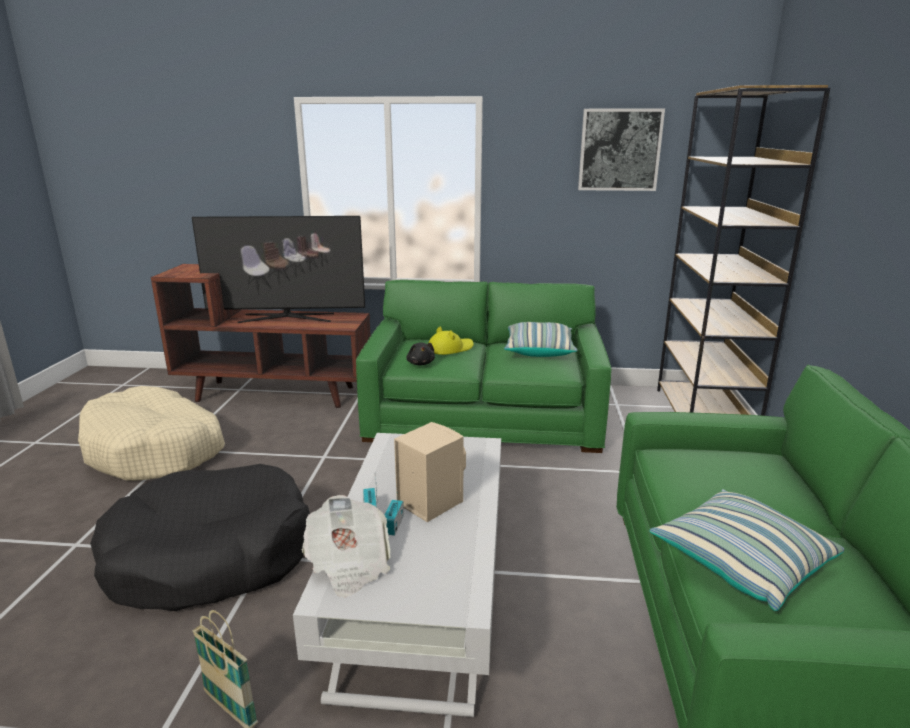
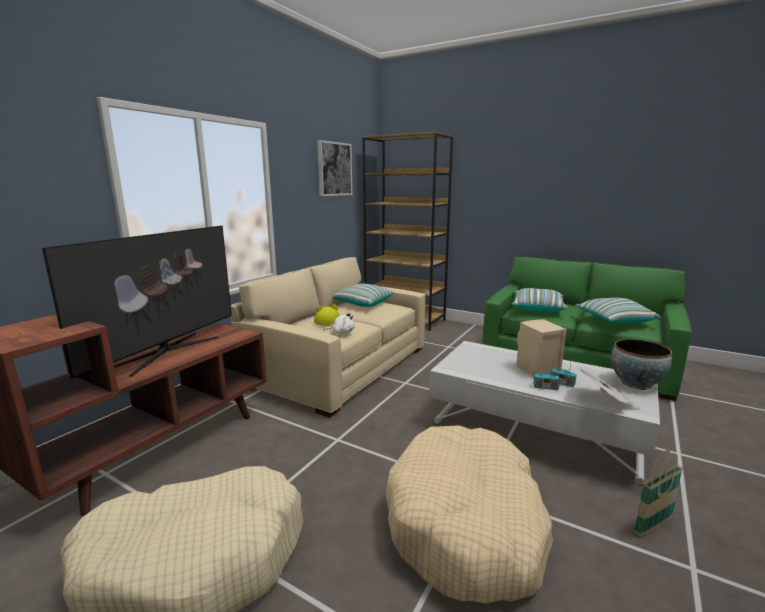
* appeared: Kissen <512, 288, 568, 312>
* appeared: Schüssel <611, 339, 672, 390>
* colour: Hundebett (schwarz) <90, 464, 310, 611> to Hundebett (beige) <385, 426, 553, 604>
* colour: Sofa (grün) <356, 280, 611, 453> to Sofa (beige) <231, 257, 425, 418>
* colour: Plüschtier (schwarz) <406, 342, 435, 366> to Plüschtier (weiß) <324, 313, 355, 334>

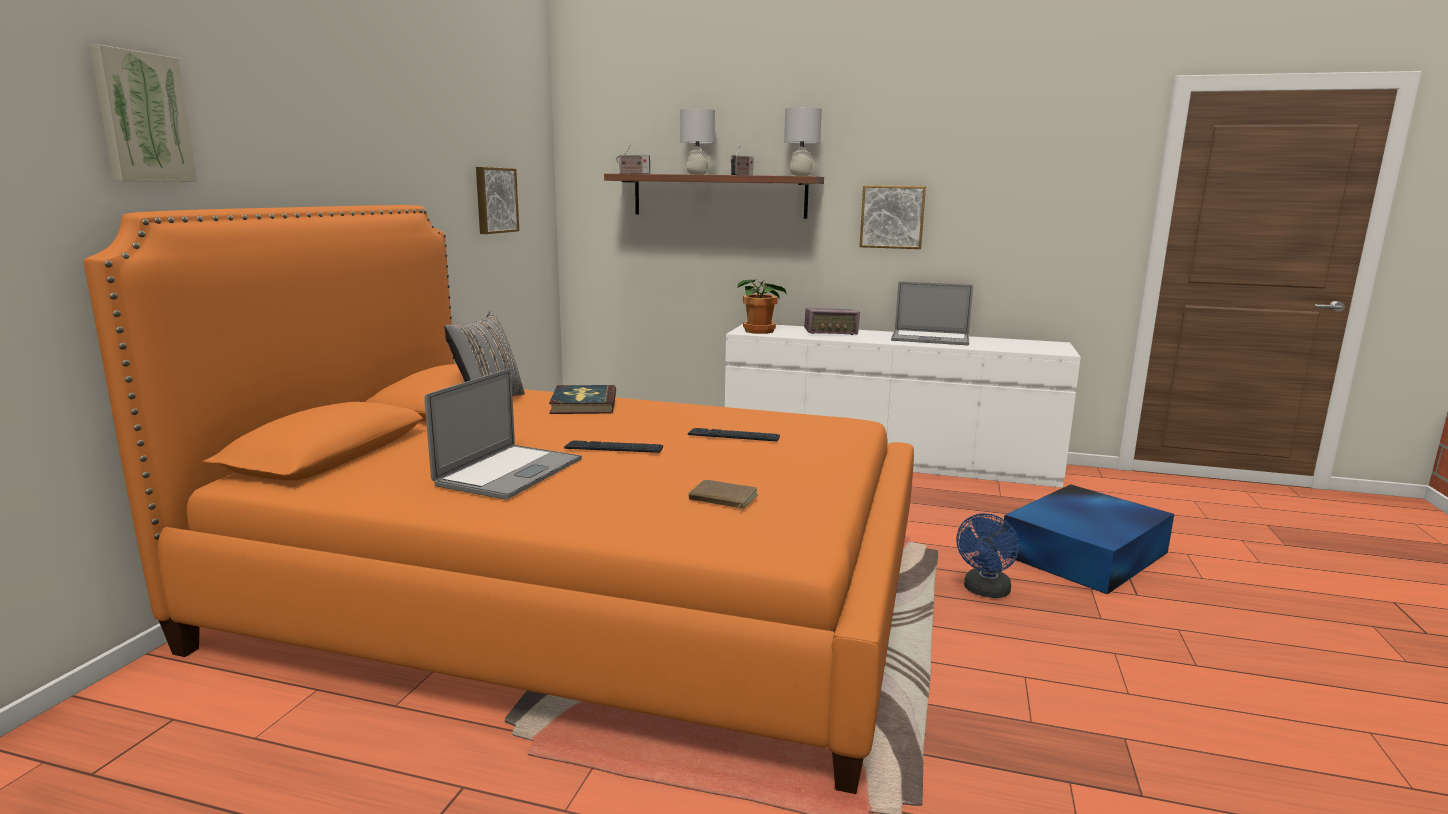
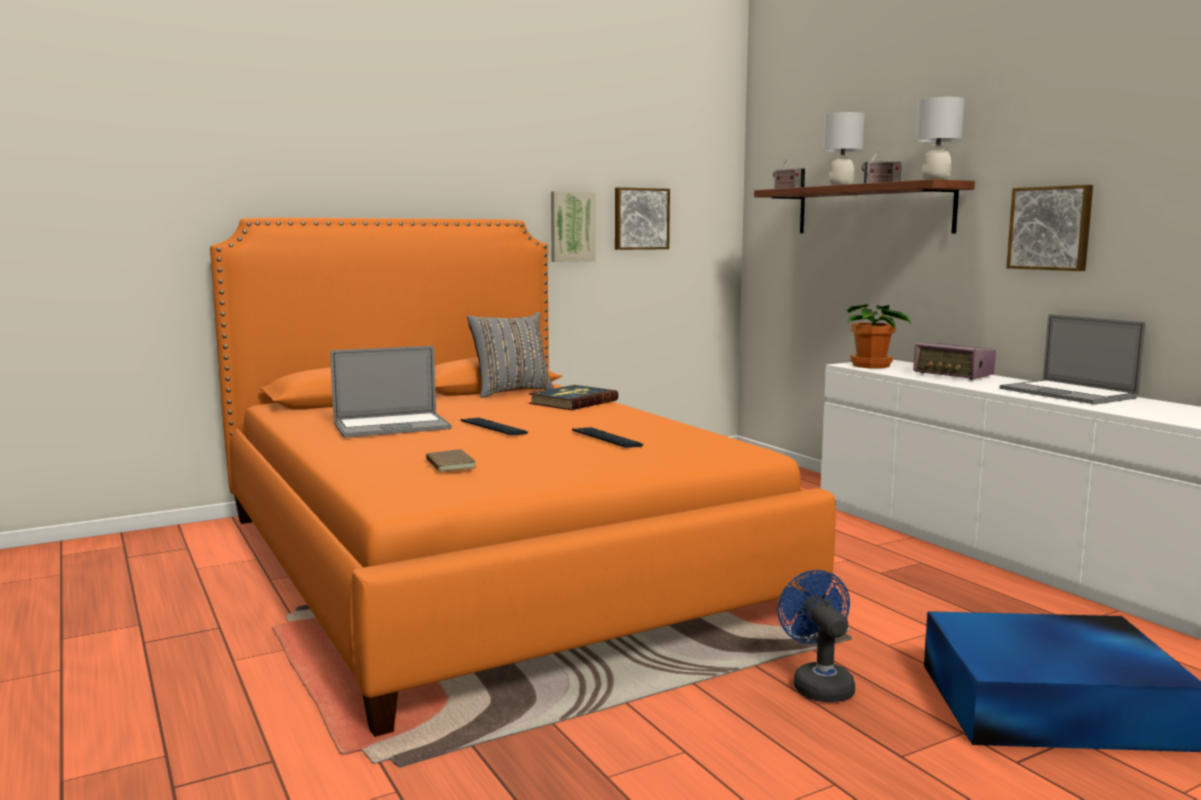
* relocated: Bild <89, 45, 197, 182> to <551, 191, 595, 262>
* spun: Ventilator (blau) <956, 513, 1019, 598> = <778, 570, 855, 702> 90 degrees clockwise

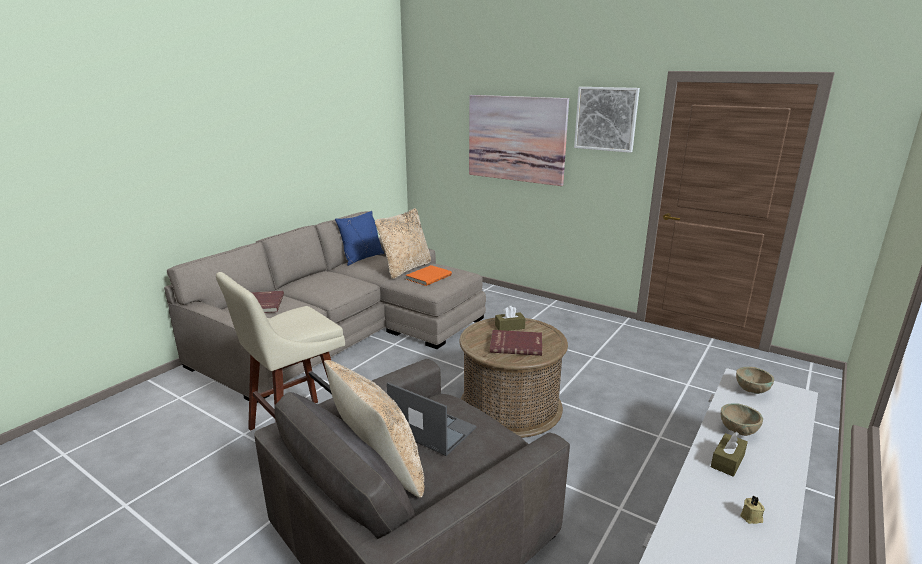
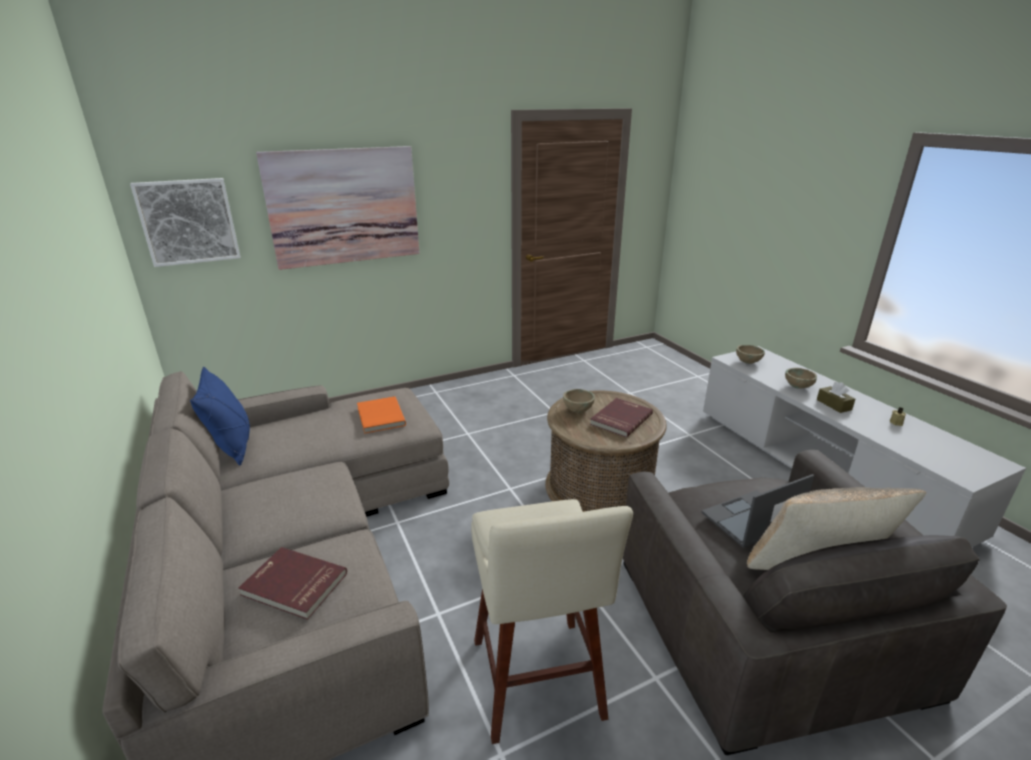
* missing: Kissen (beige) <375, 208, 431, 279>
* relocated: Bild <574, 87, 640, 153> to <130, 178, 241, 267>
* exchanged: Taschentuchbox (braun) <495, 306, 525, 331> to Schüssel (beige) <563, 389, 595, 413>

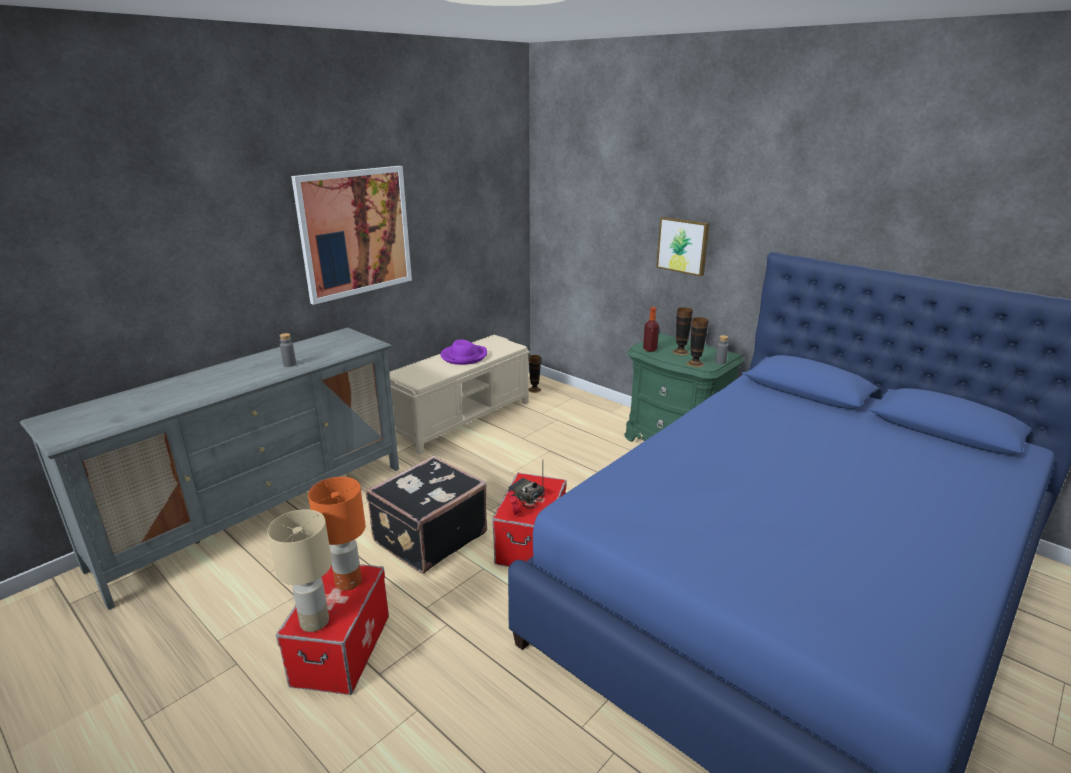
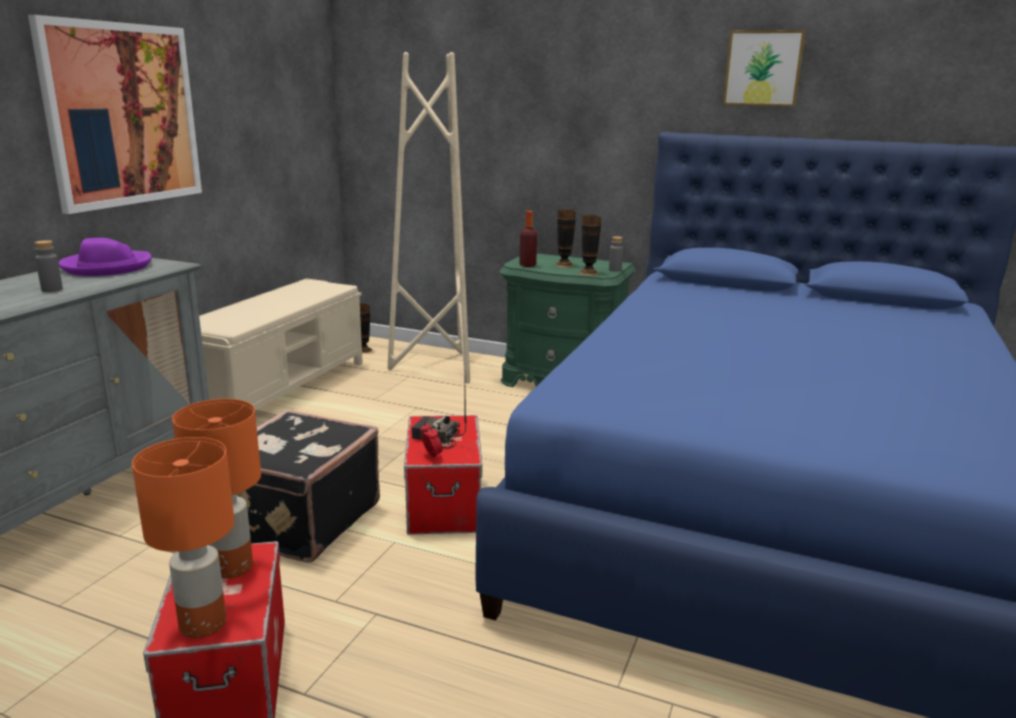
* appeared: Kleiderständer (beige) <387, 52, 470, 383>
* relocated: Hut (lila) <440, 339, 487, 365> to <58, 238, 152, 276>
* relocated: Bild <656, 217, 710, 276> to <723, 30, 806, 107>
* colour: Tischlampe (beige) <267, 509, 332, 632> to Tischlampe (orange) <132, 437, 234, 638>

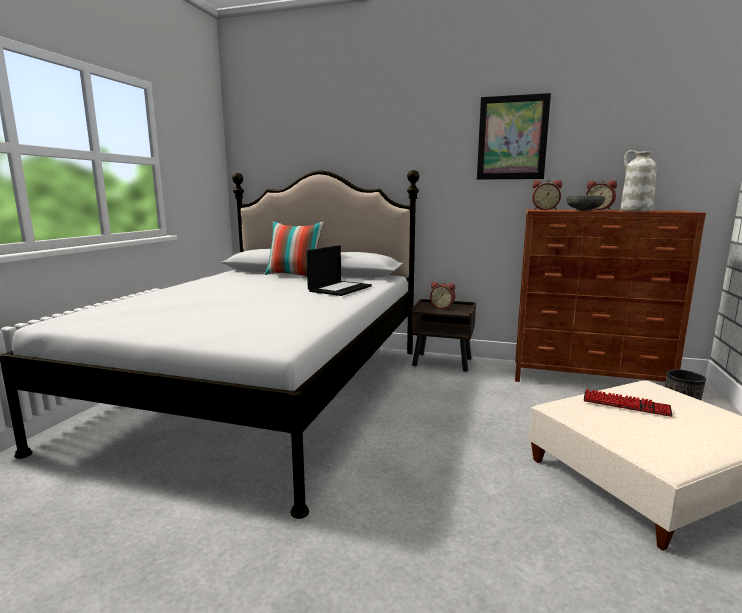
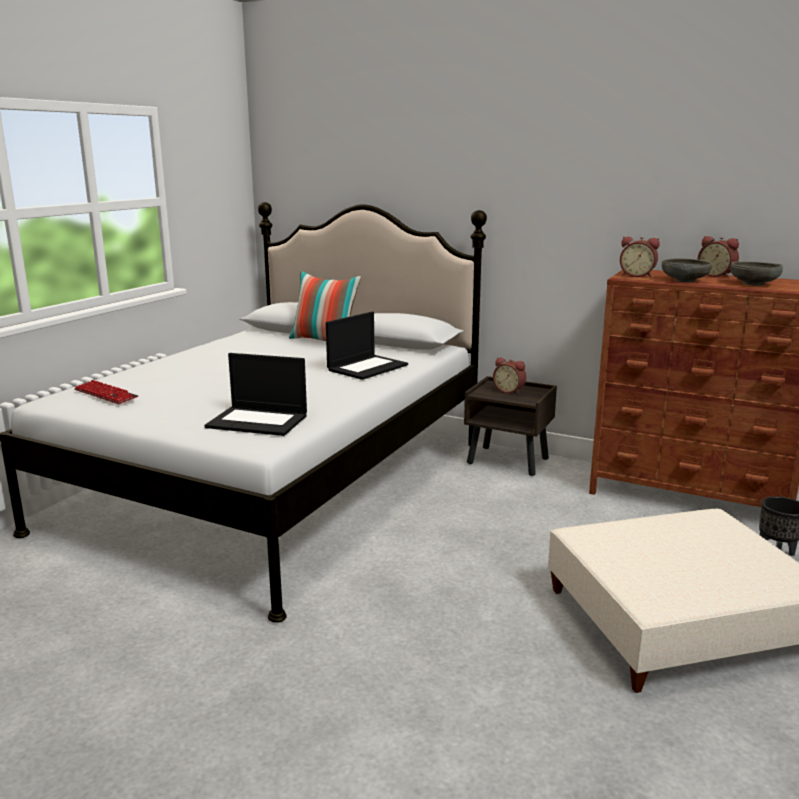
* missing: Bild <477, 93, 551, 180>
* appeared: Laptop <205, 353, 307, 436>
* relocated: Tastatur <584, 389, 673, 417> to <74, 380, 138, 404>
* exchanged: Vase (weiß) <620, 150, 656, 211> to Schüssel (grau) <730, 261, 783, 286>

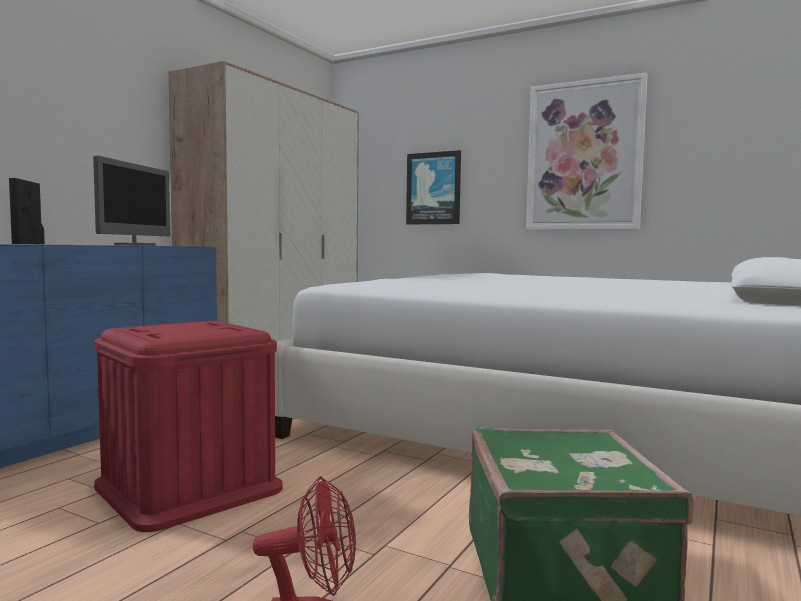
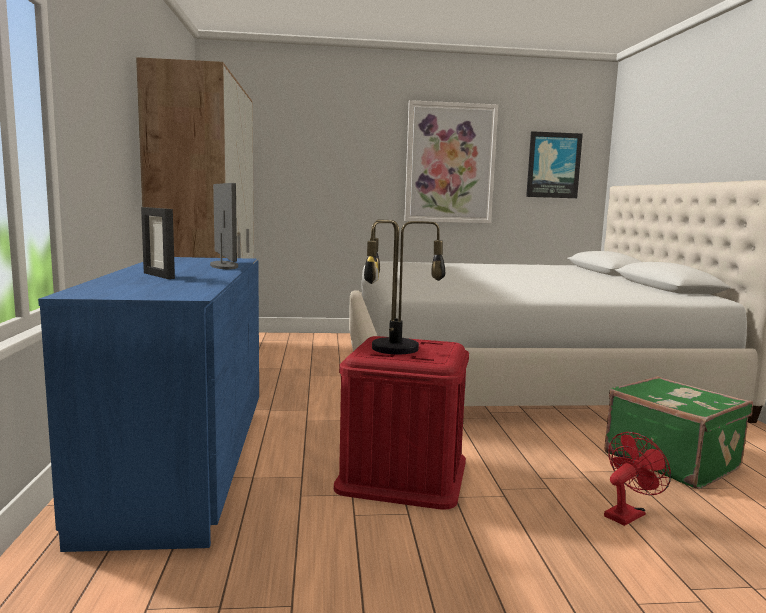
* appeared: Tischlampe <364, 220, 445, 354>
* relocated: Bild <406, 150, 461, 224> to <526, 131, 583, 198>

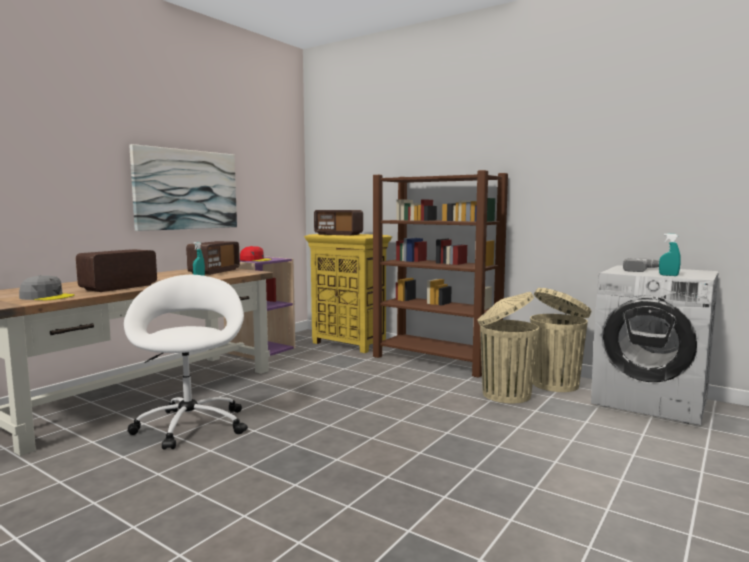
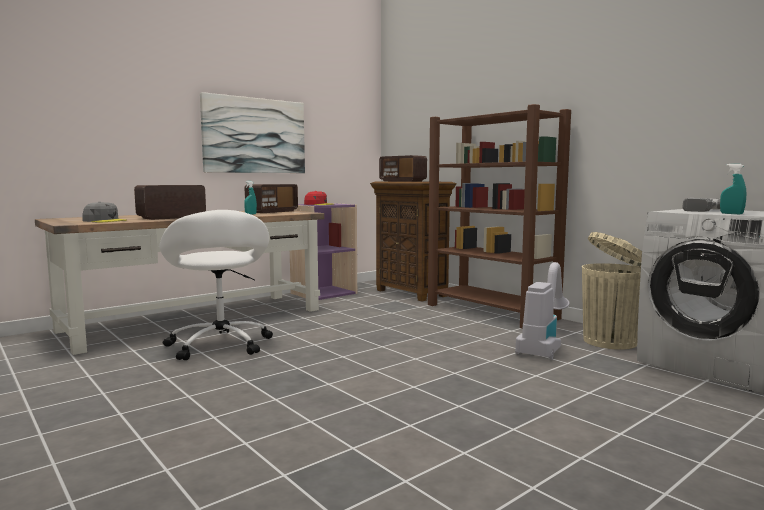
* exchanged: Mülleimer (beige) <477, 292, 539, 403> to Staubsauger <515, 262, 570, 360>
* colour: Schrank (gelb) <304, 234, 392, 353> to Schrank (braun) <370, 181, 457, 302>
* spun: Bürostuhl (weiß) <124, 275, 248, 450> = <159, 210, 273, 360> 150 degrees clockwise

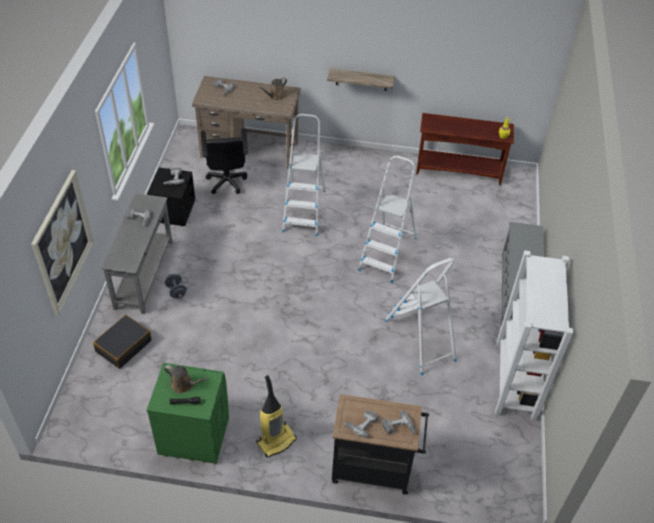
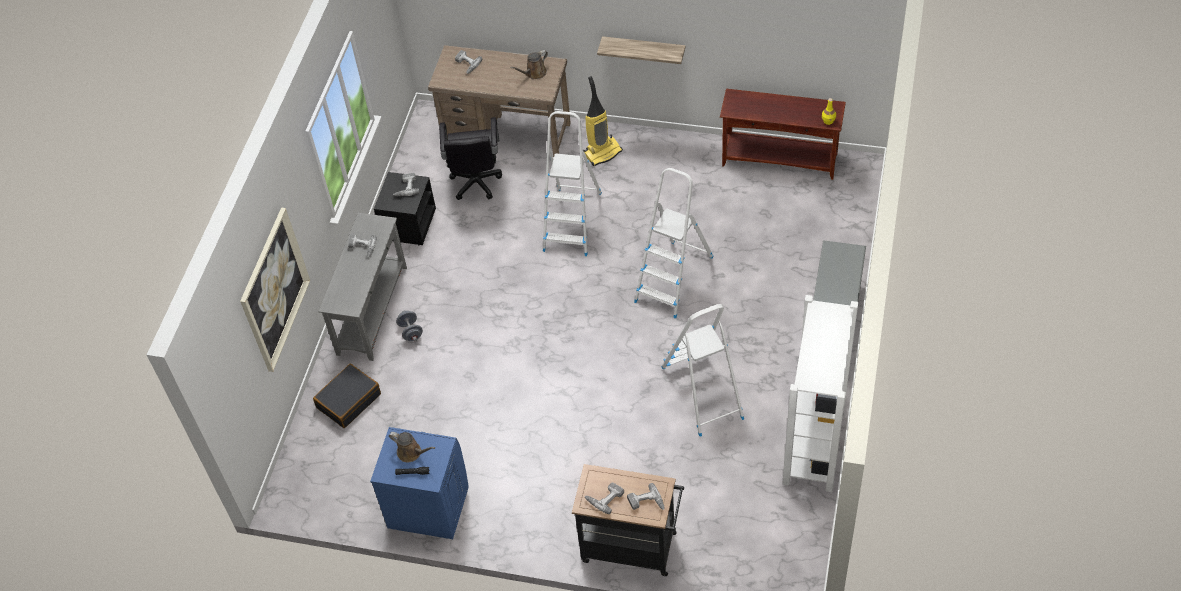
* relocated: Staubsauger <256, 375, 297, 457> to <583, 76, 623, 166>
* colour: Waschmaschine (grün) <147, 363, 229, 464> to Waschmaschine (blau) <370, 427, 469, 539>

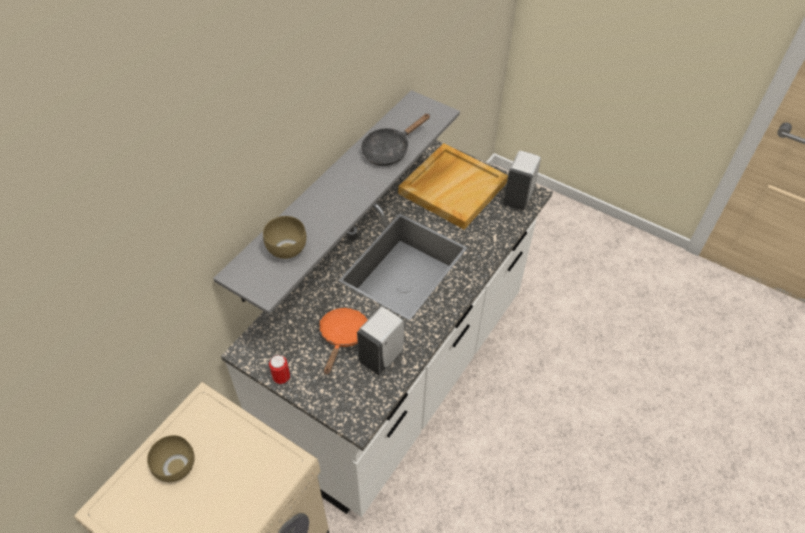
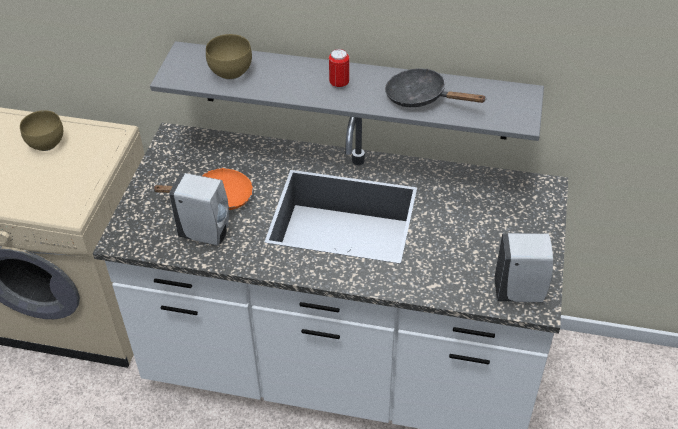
* missing: Tablett (beige) <398, 143, 508, 230>
* relocated: Dose <269, 355, 290, 384> to <329, 49, 349, 89>

